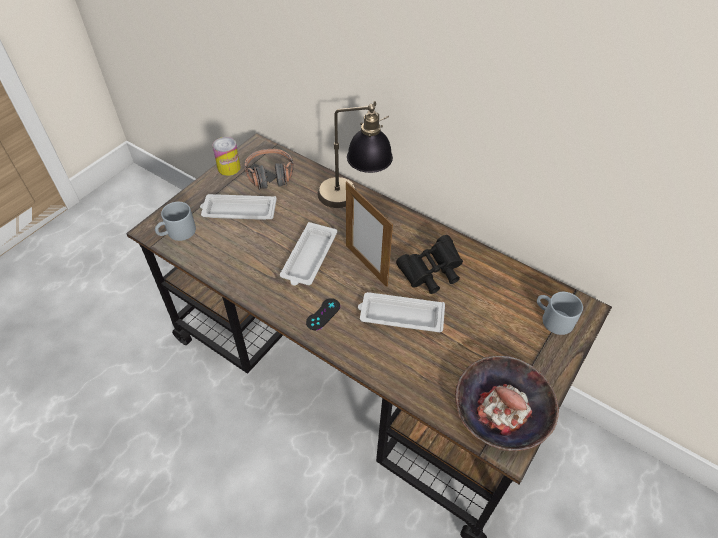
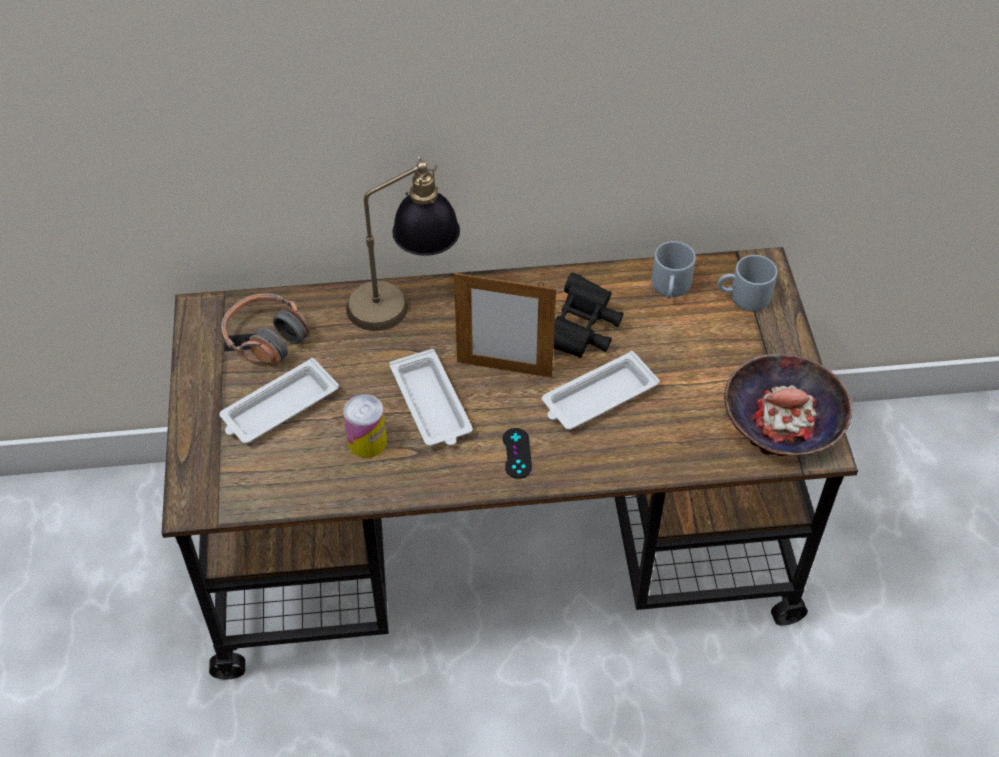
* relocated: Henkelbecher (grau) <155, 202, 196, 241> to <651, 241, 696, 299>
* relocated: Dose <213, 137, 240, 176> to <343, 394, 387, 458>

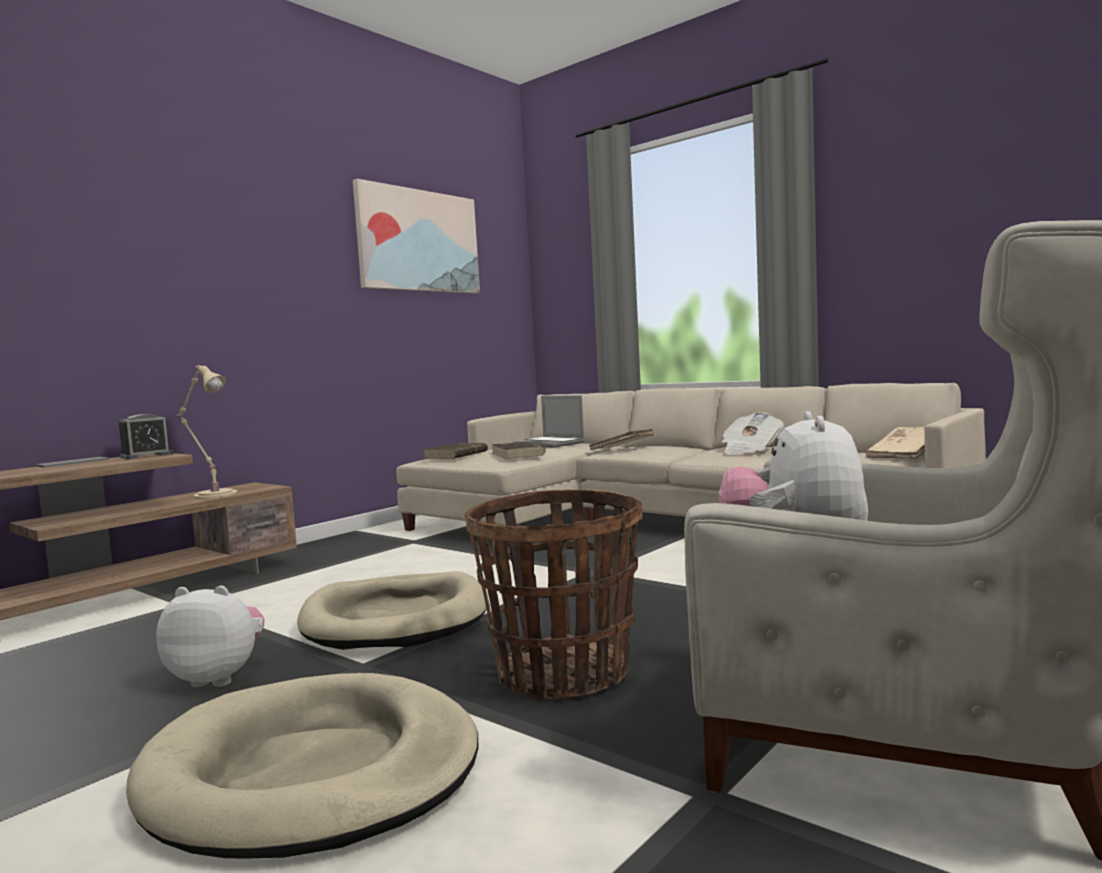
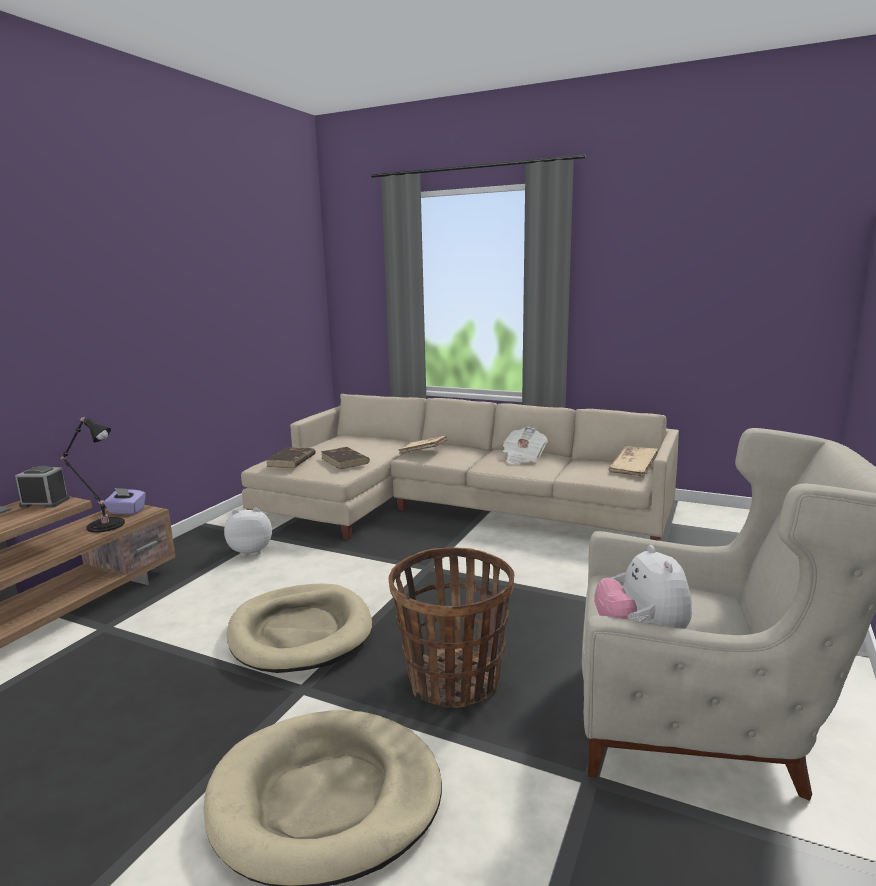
* missing: Bild <353, 179, 480, 294>
* missing: Laptop <513, 395, 585, 448>
* appeared: Taschentuchbox (lila) <104, 488, 146, 515>
* relocated: Plüschtier <156, 586, 264, 687> to <224, 508, 272, 556>
* colour: Tischlampe (beige) <177, 365, 237, 499> to Tischlampe (schwarz) <60, 417, 125, 533>
* spun: Wecker <119, 414, 173, 459> = <15, 466, 70, 508> 120 degrees counterclockwise

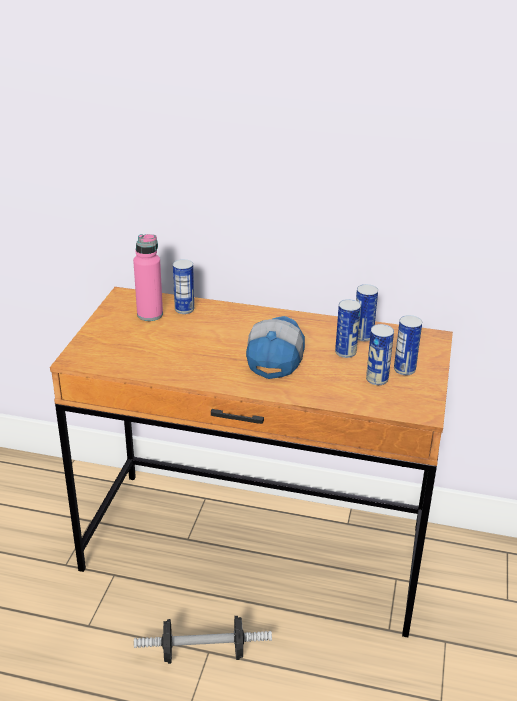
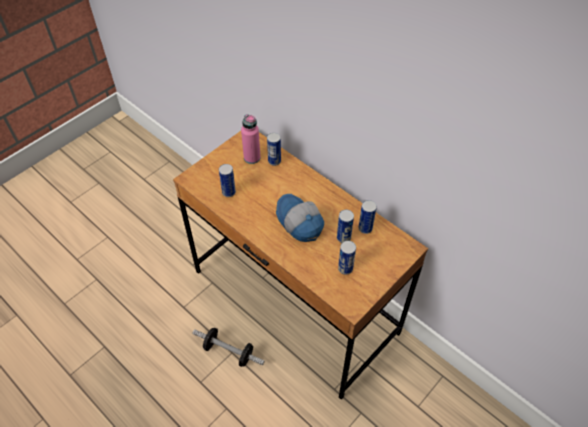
* relocated: Dose <394, 315, 422, 375> to <219, 164, 236, 197>
* spun: Kappe <246, 316, 305, 379> = <276, 194, 324, 242> 75 degrees counterclockwise

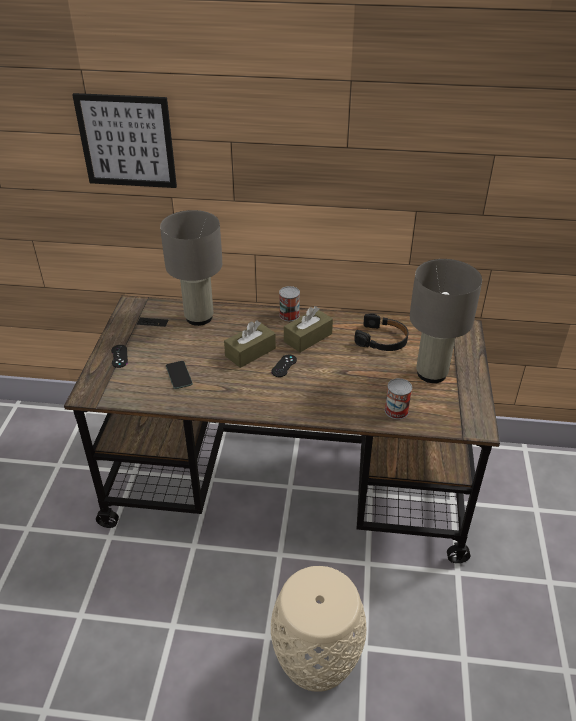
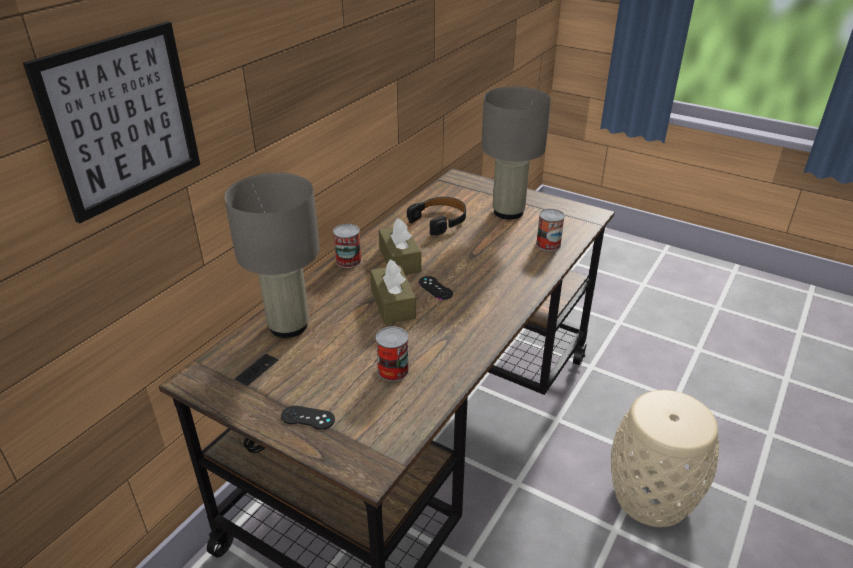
* exchanged: Handy <166, 361, 193, 389> to Dose <376, 326, 409, 381>

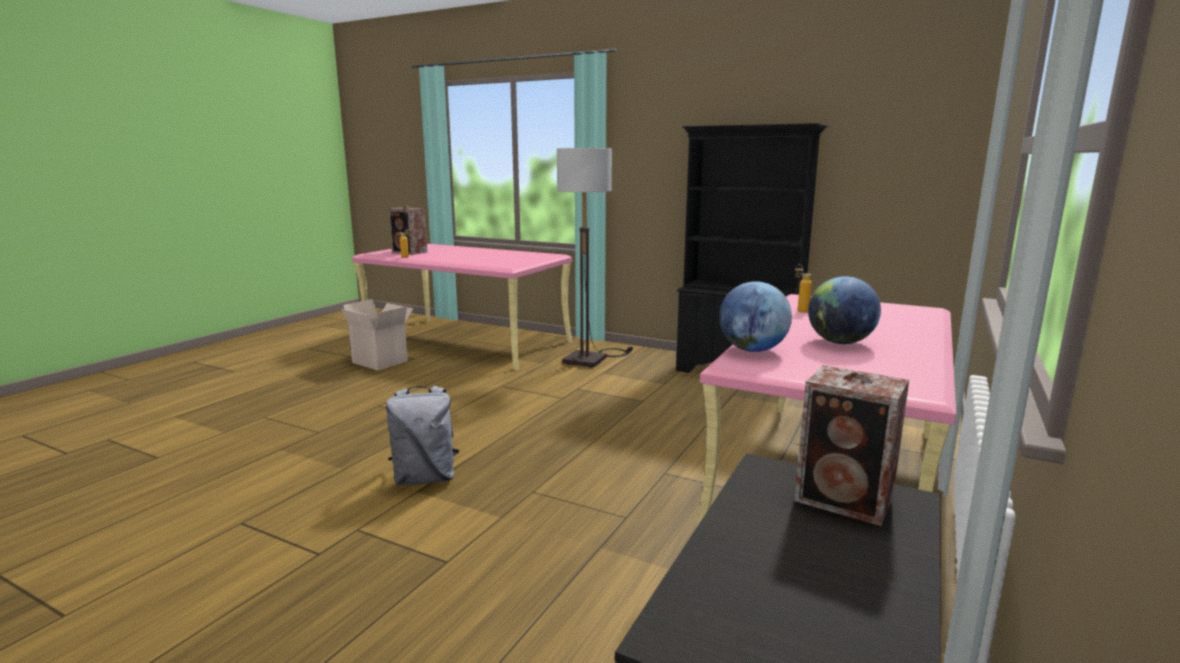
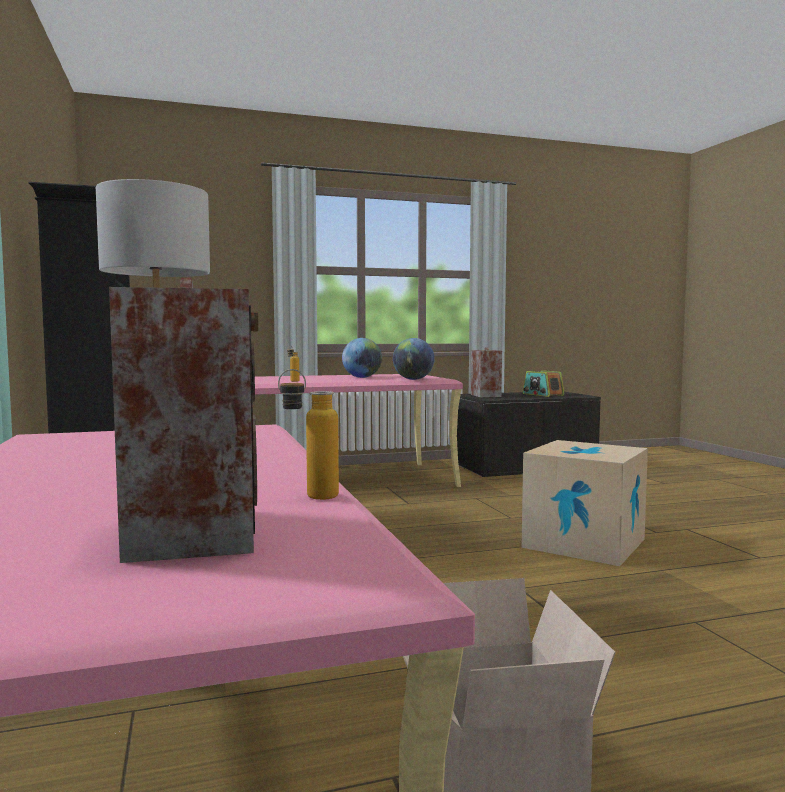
* appeared: Radio <523, 370, 564, 397>
* exchanged: Rucksack (grau) <386, 386, 459, 485> to Karton <521, 440, 648, 566>

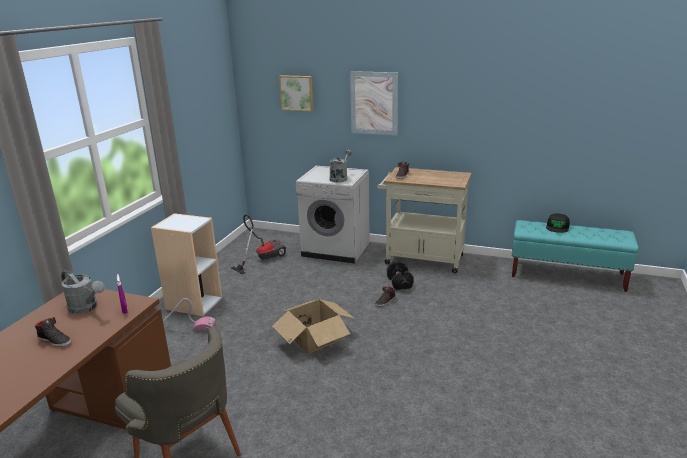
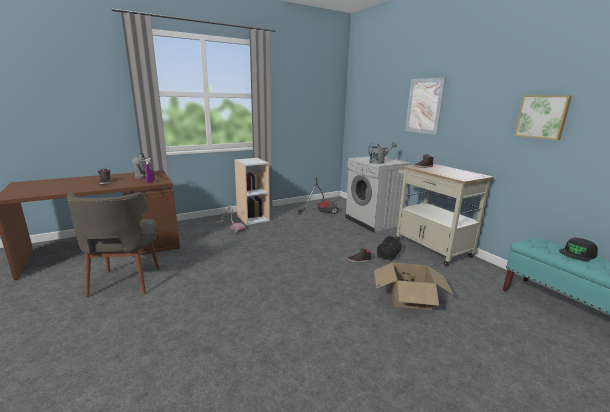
* relocated: Karton <272, 299, 354, 354> to <374, 263, 454, 310>
* relocated: Bild <279, 75, 313, 111> to <514, 95, 572, 140>

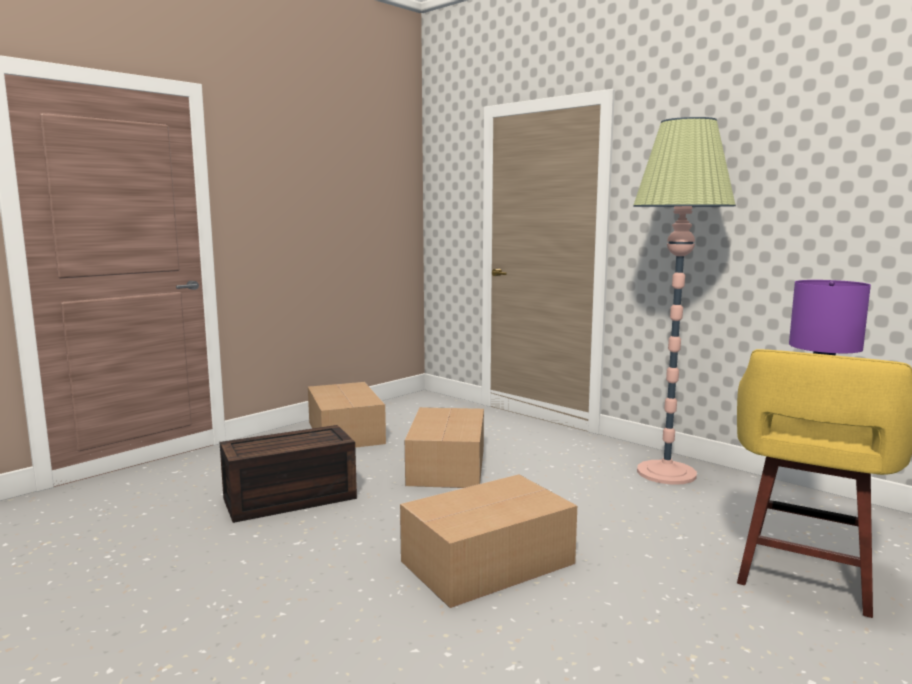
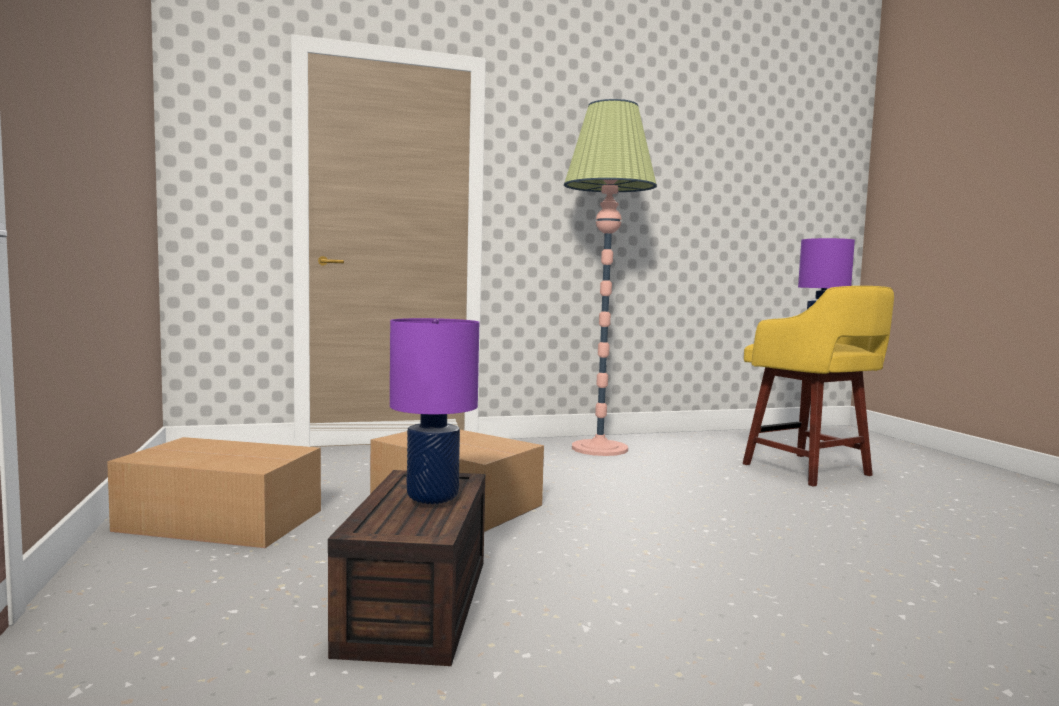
* missing: Karton <400, 474, 577, 608>
* appeared: Tischlampe (lila) <390, 318, 479, 505>

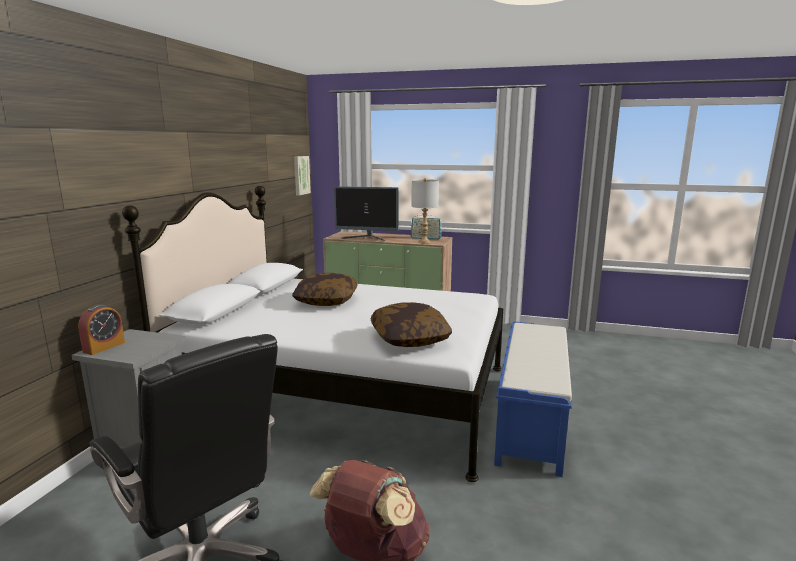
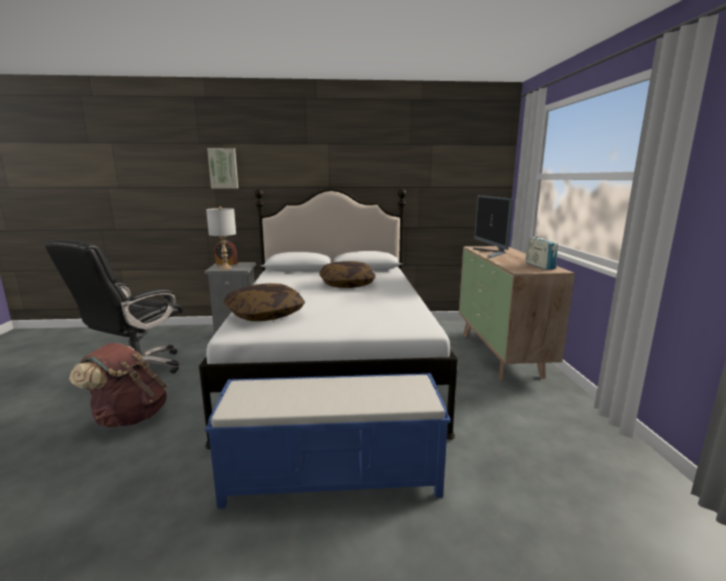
* relocated: Bild <294, 156, 311, 195> to <207, 148, 238, 189>
* relocated: Tischlampe (grau) <411, 178, 439, 243> to <206, 207, 236, 270>

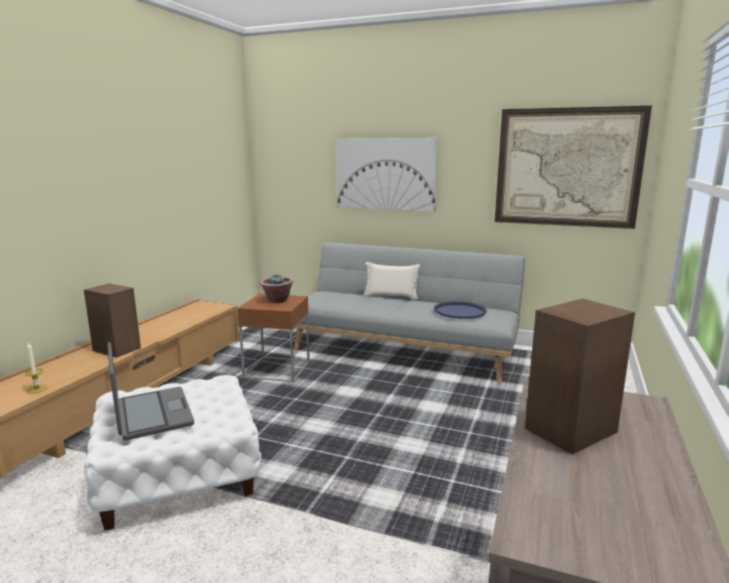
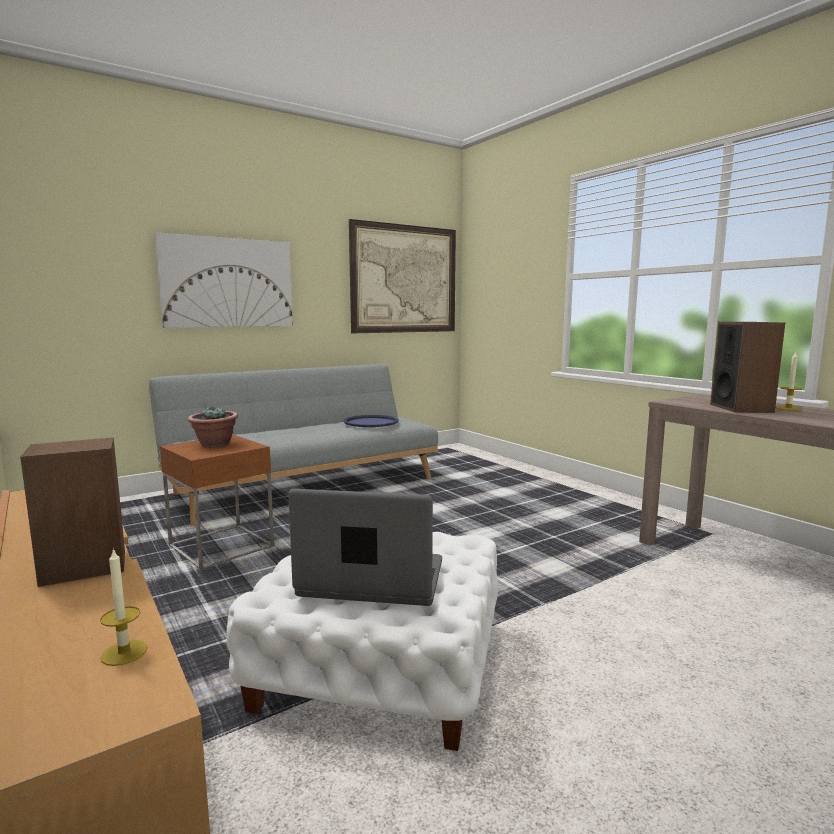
* missing: Kissen (weiß) <363, 262, 420, 300>
* appeared: Kerze <776, 351, 802, 411>

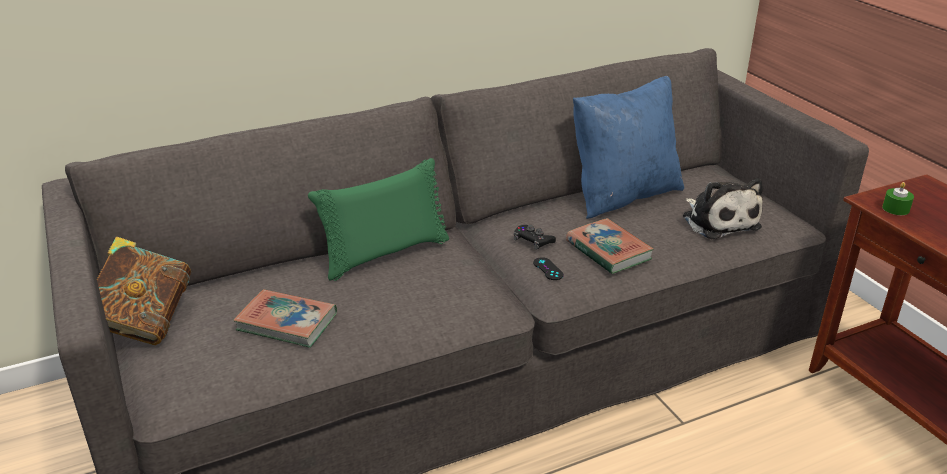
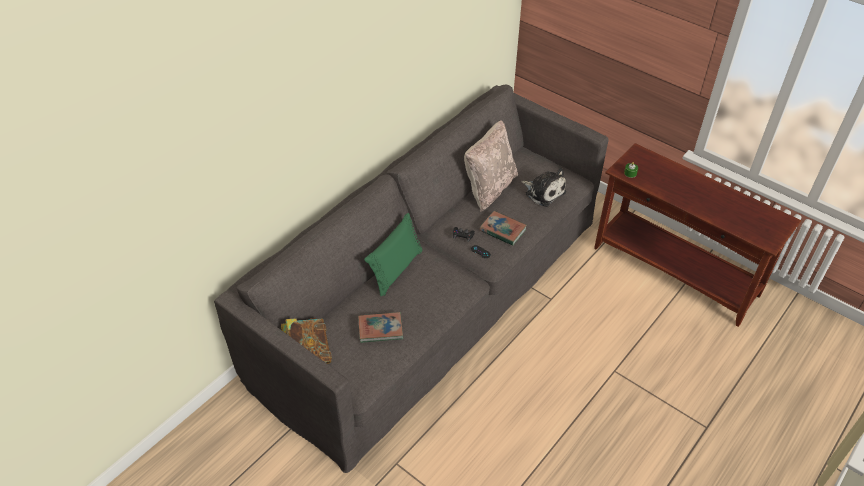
* colour: Kissen (blau) <573, 76, 684, 219> to Kissen (beige) <464, 120, 518, 212>

